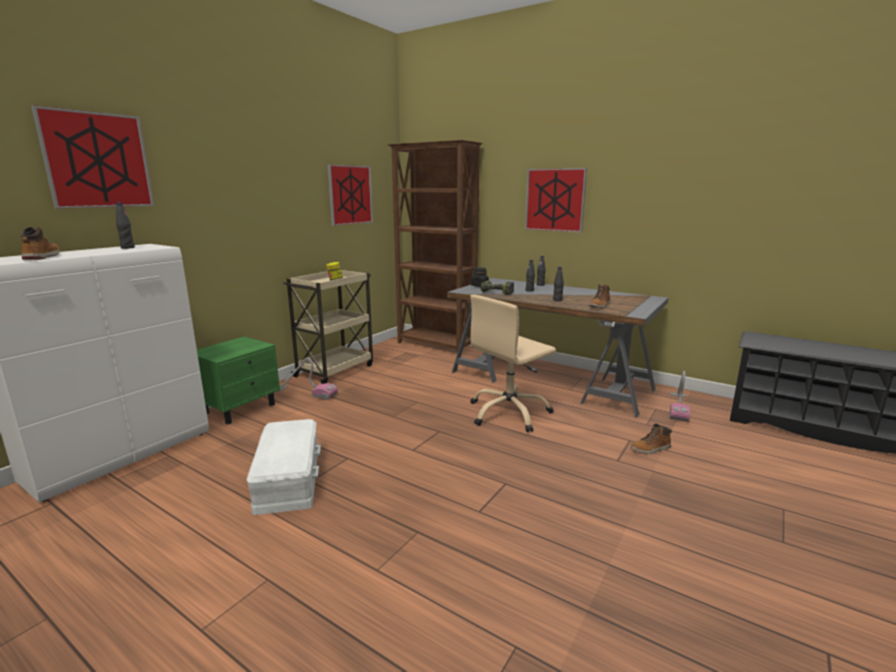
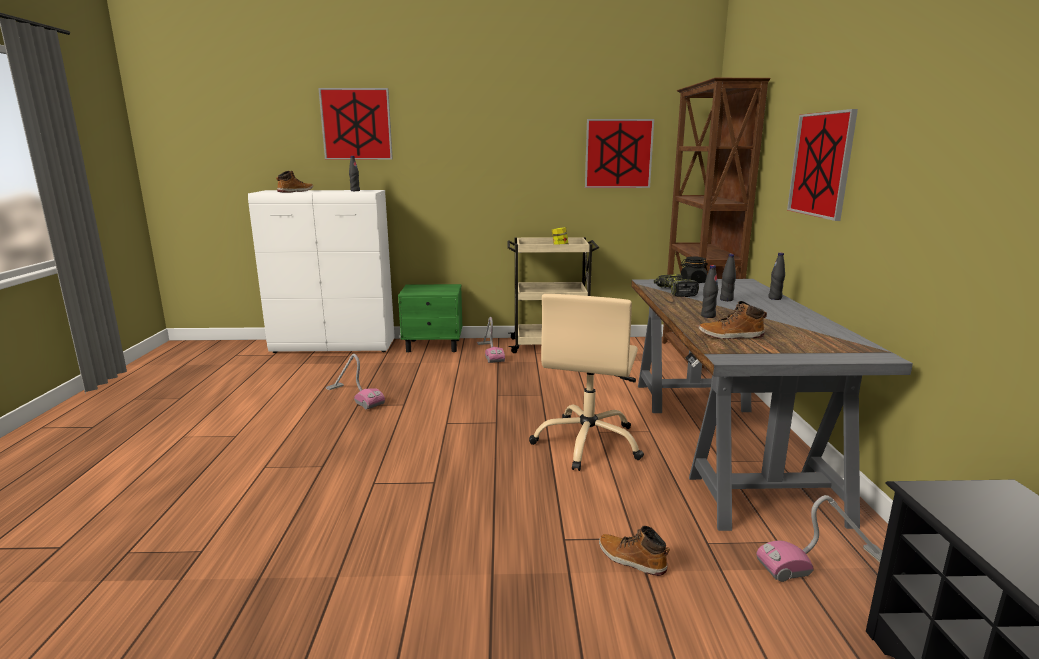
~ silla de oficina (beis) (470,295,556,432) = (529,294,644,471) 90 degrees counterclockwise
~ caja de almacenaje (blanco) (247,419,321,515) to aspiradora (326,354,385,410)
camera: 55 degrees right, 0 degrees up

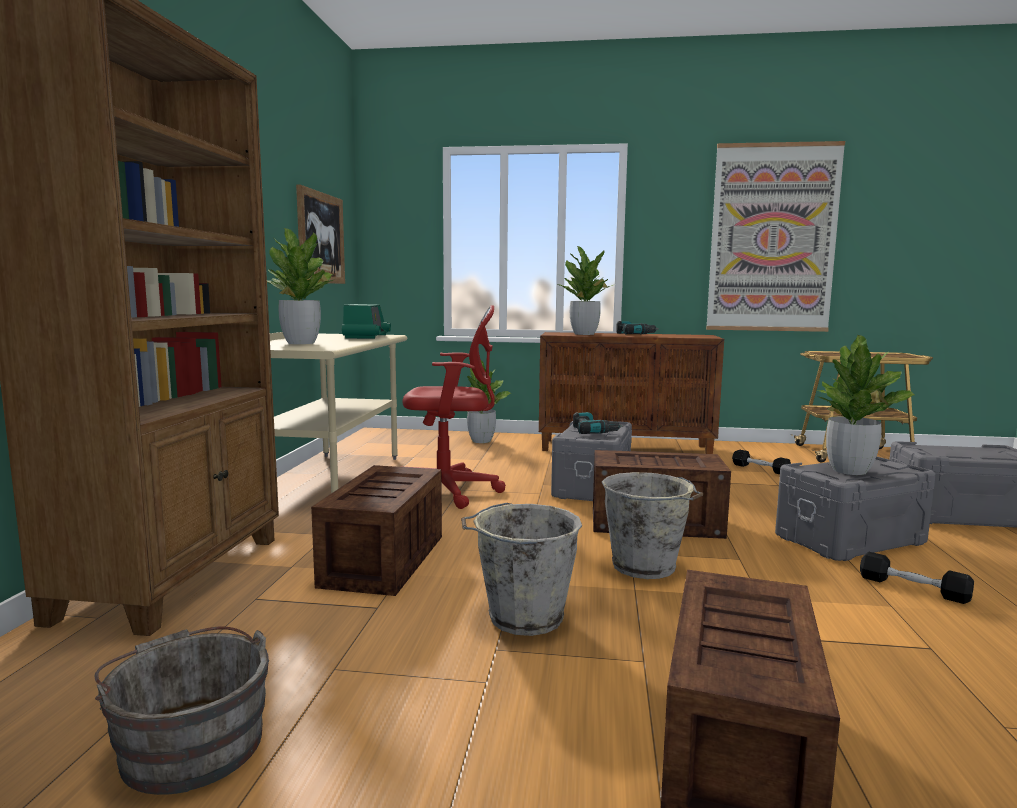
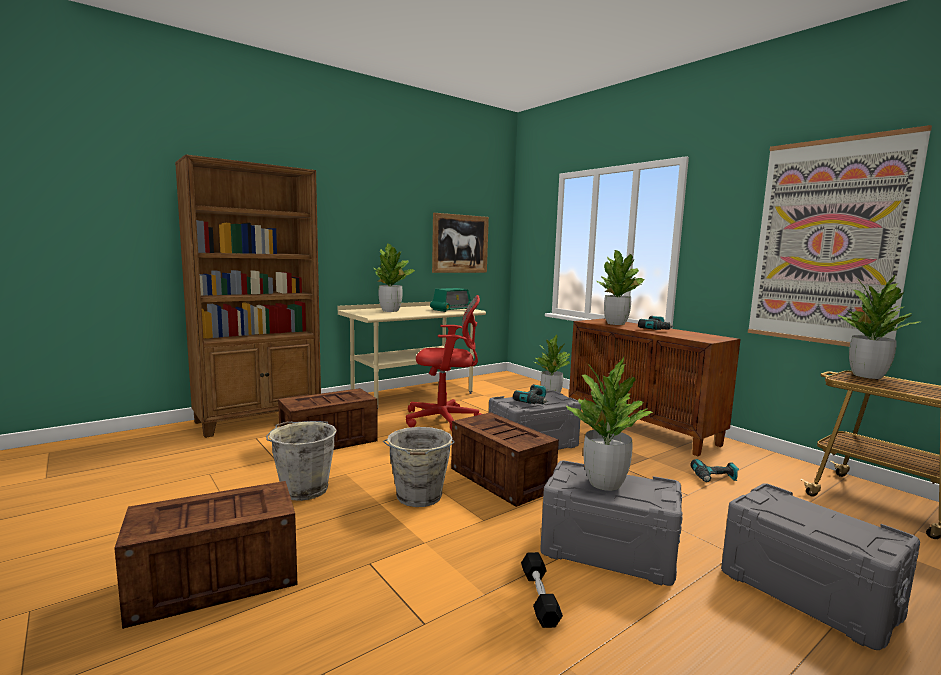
~ silla de oficina (rojo) (402,305,506,509) = (406,295,482,431) 45 degrees counterclockwise
~ mancuerna (negro) (732,450,791,474) to taladro (691,459,739,482)
- cubo (gris) (95,626,269,795)
+ planta en maceta (838,275,920,379)
camera: 45 degrees right, 0 degrees up

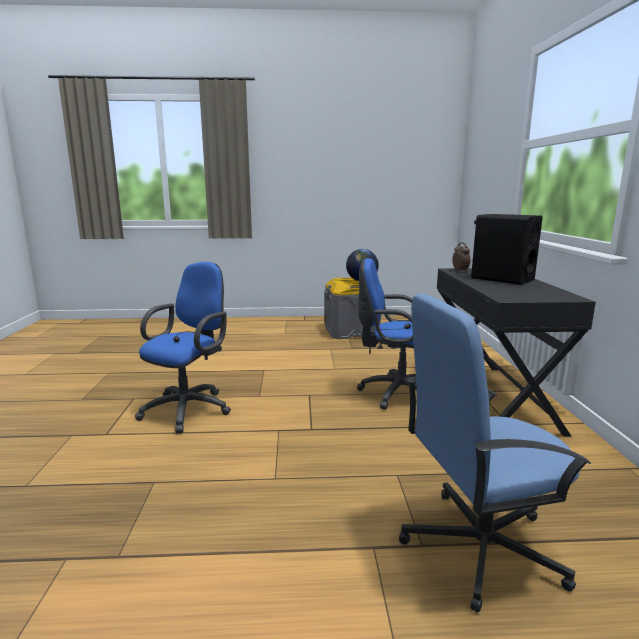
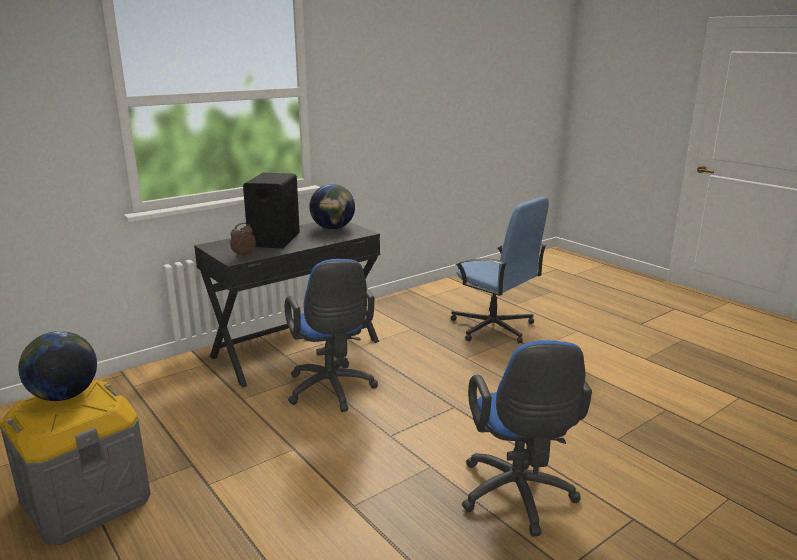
~ silla de oficina (azul) (135,262,231,434) = (462,340,592,537) 90 degrees counterclockwise
+ globo terráqueo (309,184,355,229)
camera: 125 degrees left, 5 degrees up

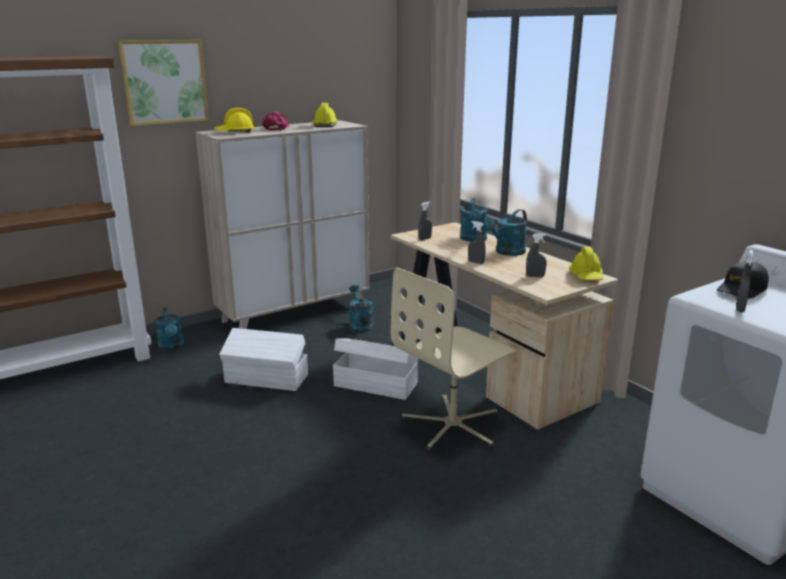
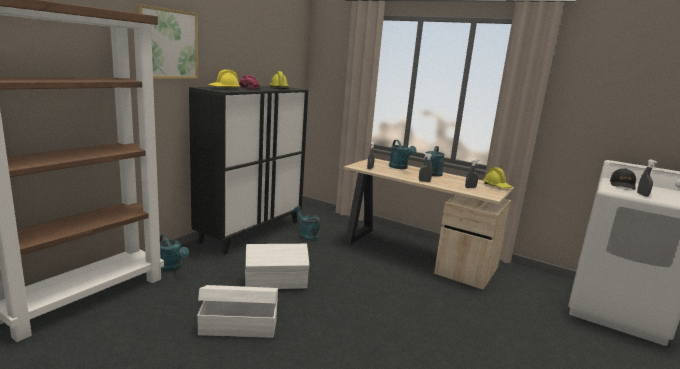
~ armario (beis) (195,120,370,329) to armario (negro) (189,86,308,254)
- silla de oficina (beis) (391,267,516,453)
~ caja de almacenaje (blanco) (333,338,418,400) to (197,285,278,338)
camera: 25 degrees left, 5 degrees down

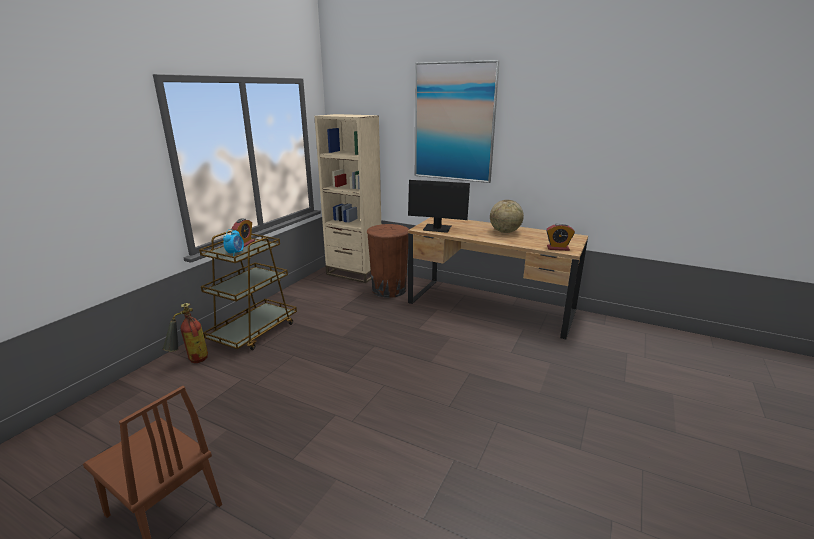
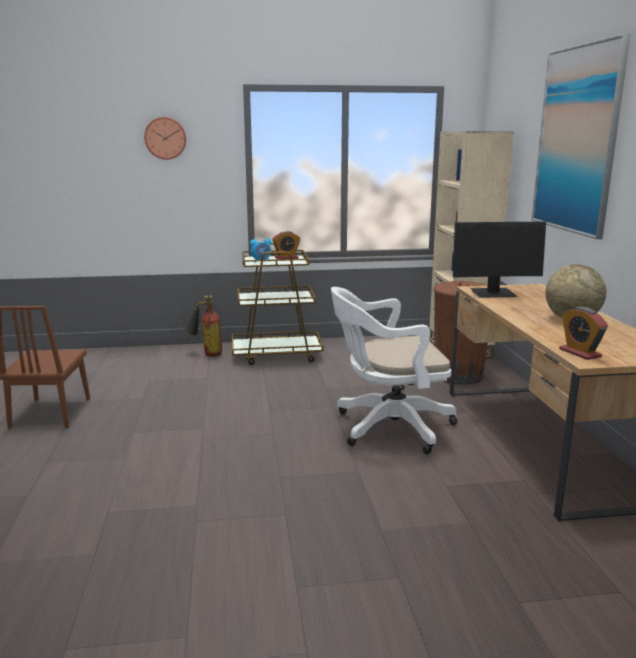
~ monitor (408,180,470,233) = (453,222,546,298) 75 degrees counterclockwise
+ reloj de pared (144,117,186,160)
+ silla de oficina (blanco) (331,287,457,454)
camera: 55 degrees right, 5 degrees down

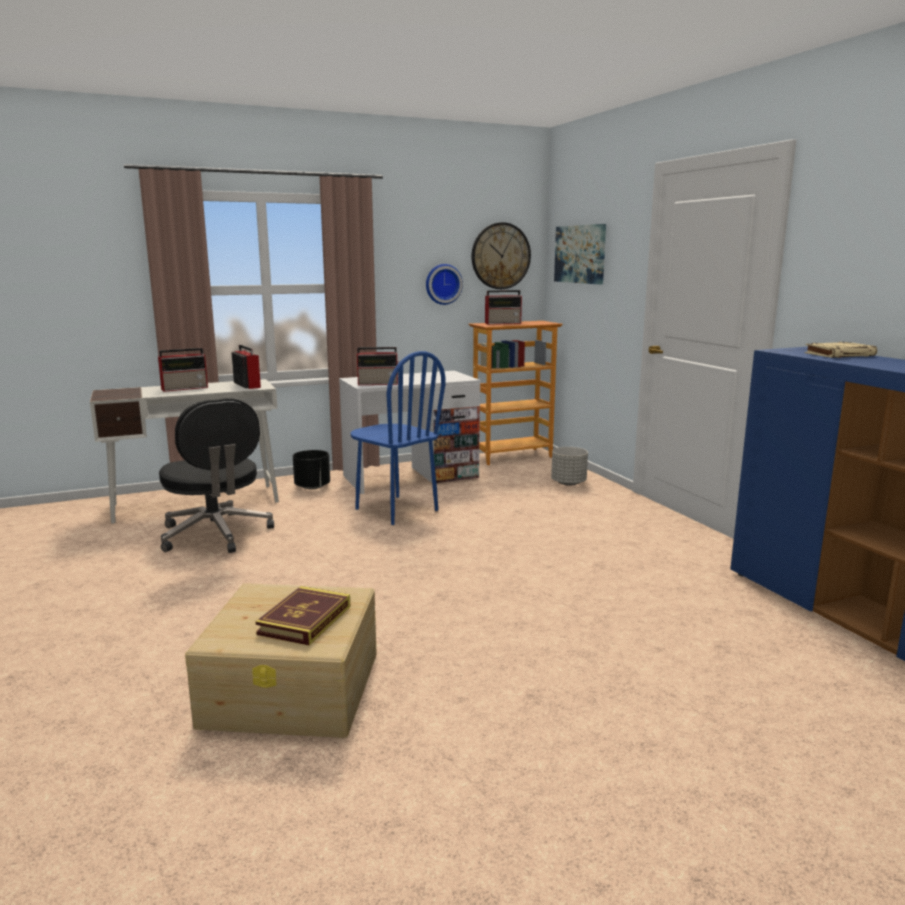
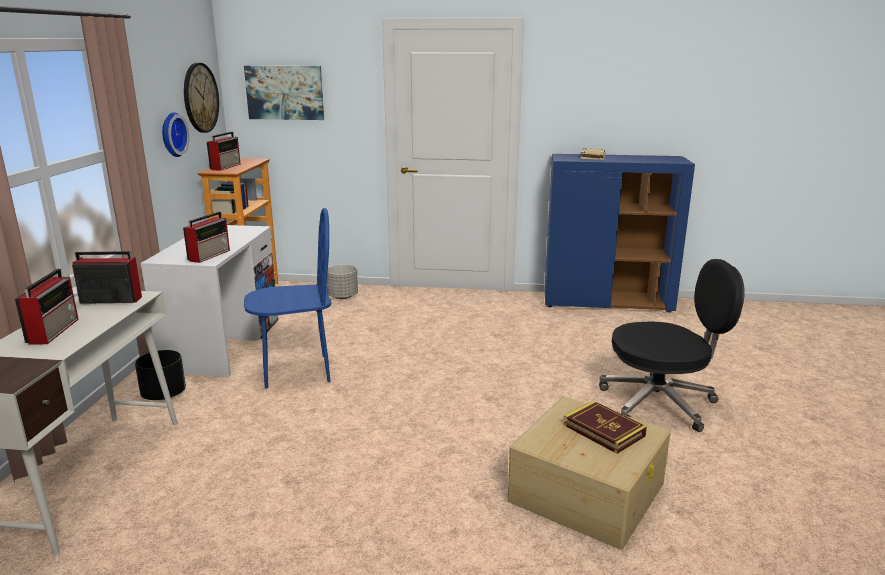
~ silla de oficina (negro) (159,398,274,553) to (599,259,745,432)
camera: 60 degrees left, 5 degrees up

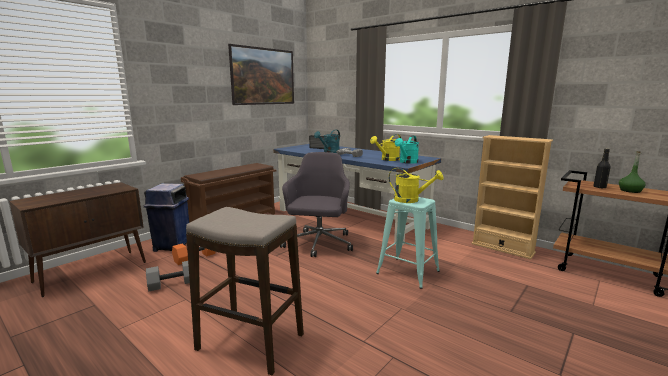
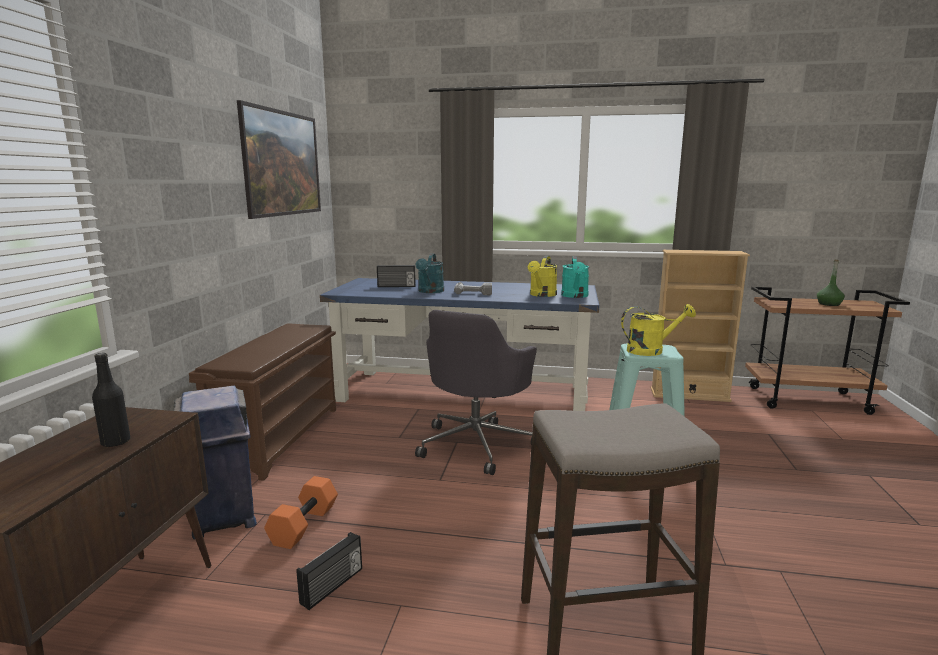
~ botella (negro) (593,148,611,188) to (92,353,131,447)
~ silla de oficina (gris) (280,152,353,257) = (415,310,537,475) 135 degrees counterclockwise
~ mancuerna (gris) (146,261,190,291) to radio (296,532,362,610)
camera: 30 degrees left, 0 degrees up

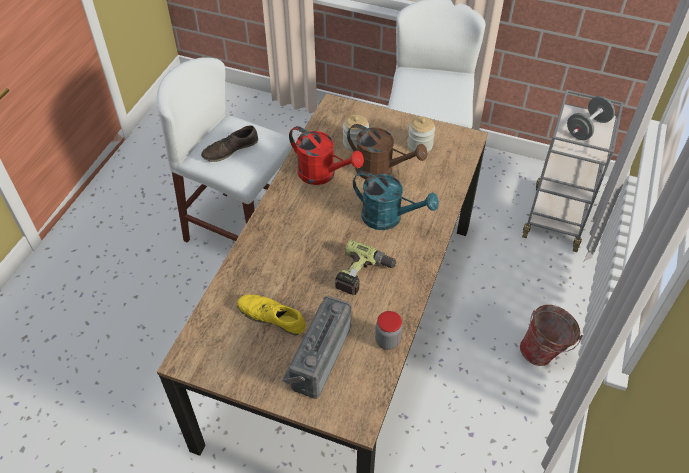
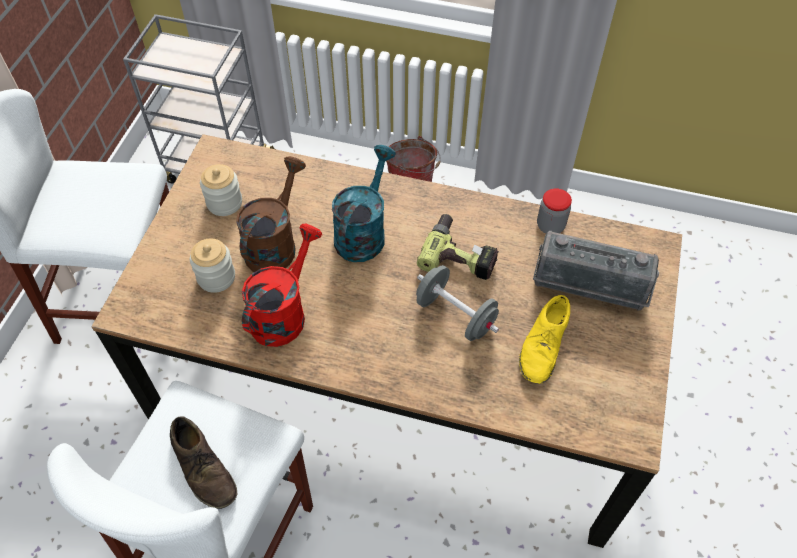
~ mancuerna (gris) (567,96,615,140) to (416,265,499,341)
camera: 95 degrees left, 5 degrees up

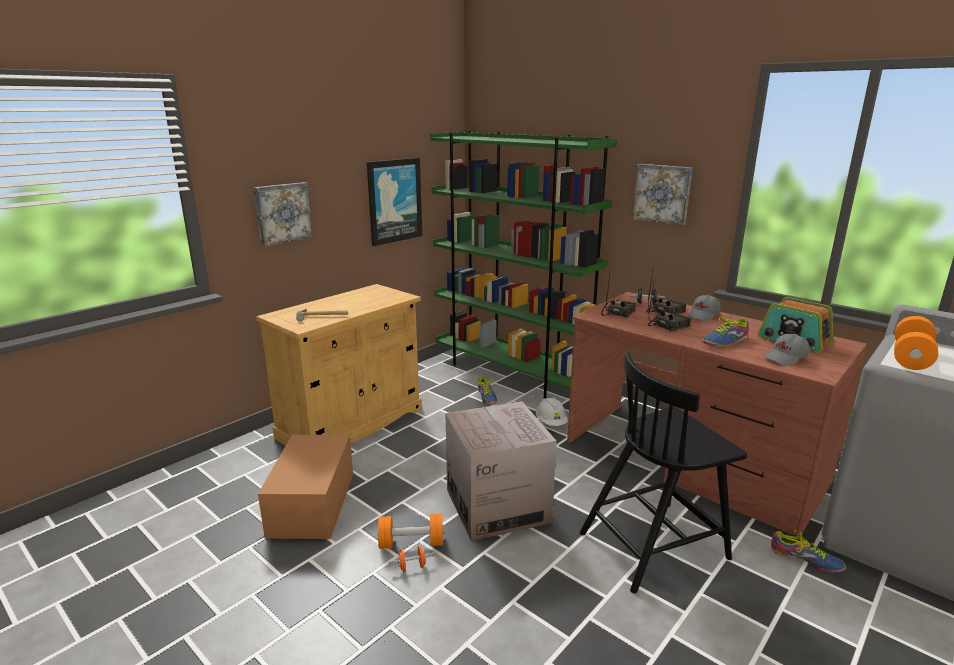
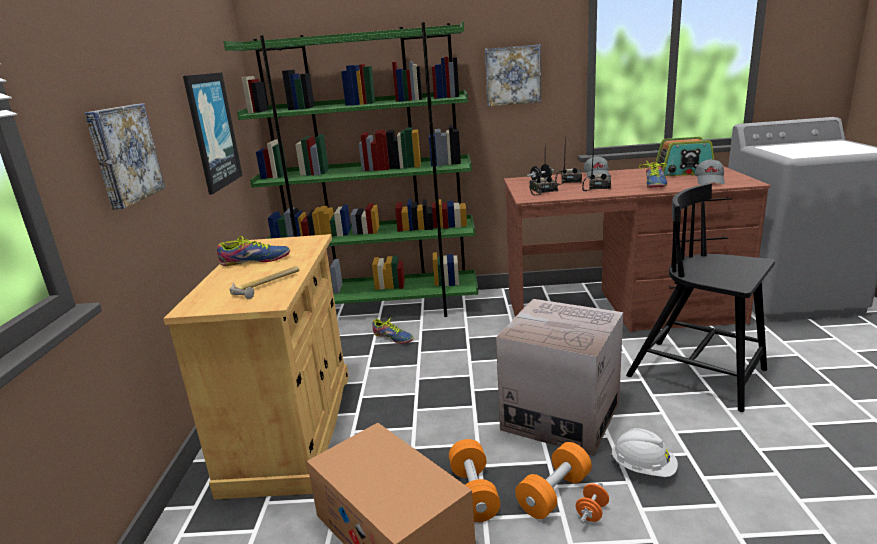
~ mancuerna (naranja) (894,316,938,370) to (449,439,500,522)
~ silla (negro) (580,352,747,594) = (626,183,775,412) 105 degrees clockwise
~ casco (blanco) (536,397,568,426) to (611,428,678,477)
~ zapato (771,530,846,573) to (217,236,290,266)
camera: 40 degrees left, 0 degrees up

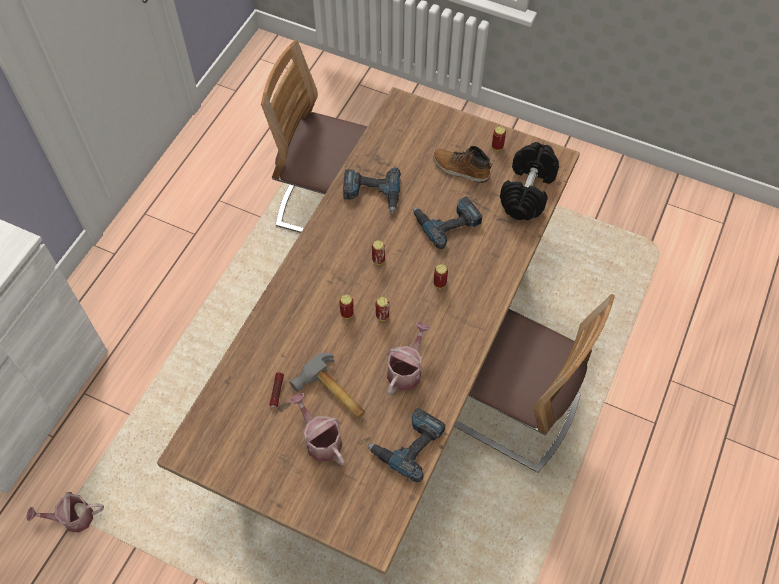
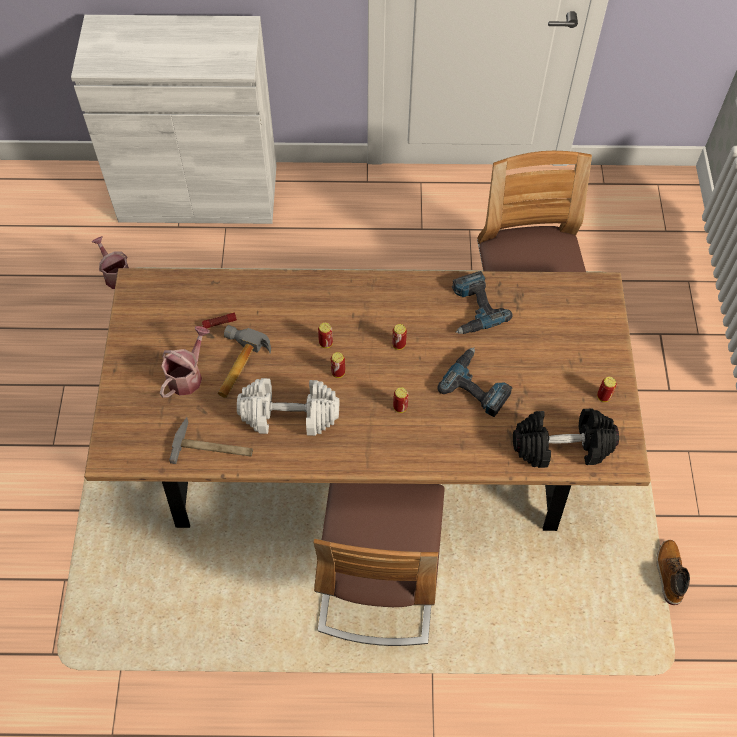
~ bota (433,146,493,183) to (656,540,690,605)
~ regadera (387,322,431,395) to mancuerna (blanco) (237,378,339,436)
~ taladro (367,408,445,482) to martillo (169,417,253,464)
camera: 65 degrees right, 0 degrees up

